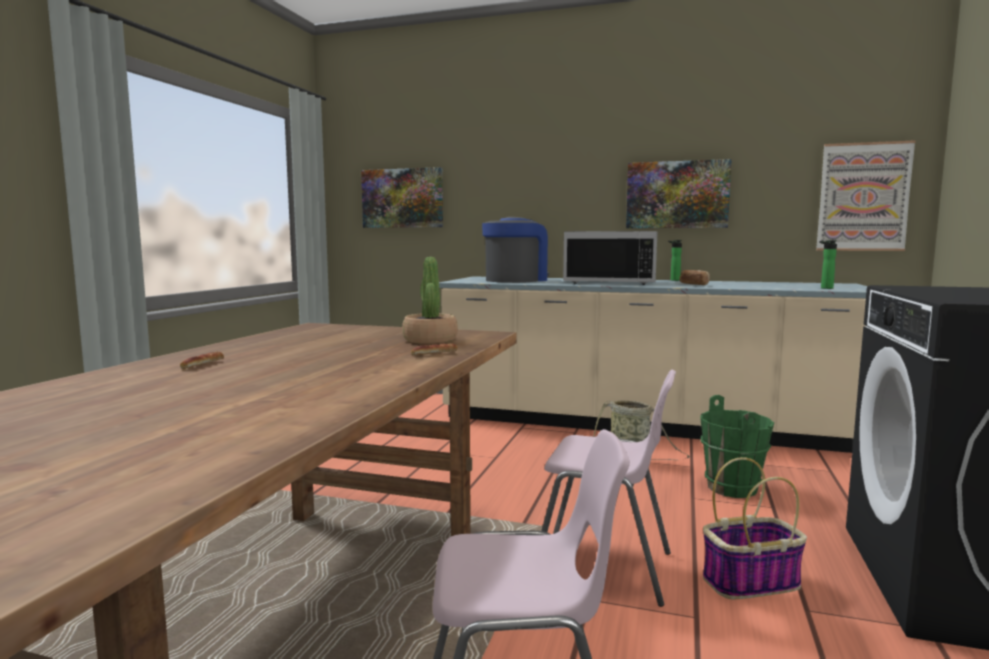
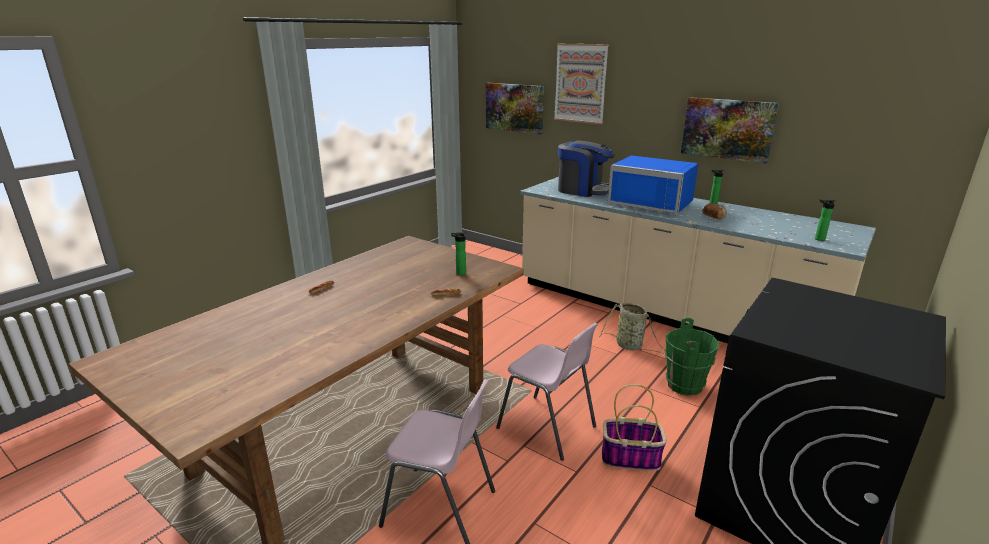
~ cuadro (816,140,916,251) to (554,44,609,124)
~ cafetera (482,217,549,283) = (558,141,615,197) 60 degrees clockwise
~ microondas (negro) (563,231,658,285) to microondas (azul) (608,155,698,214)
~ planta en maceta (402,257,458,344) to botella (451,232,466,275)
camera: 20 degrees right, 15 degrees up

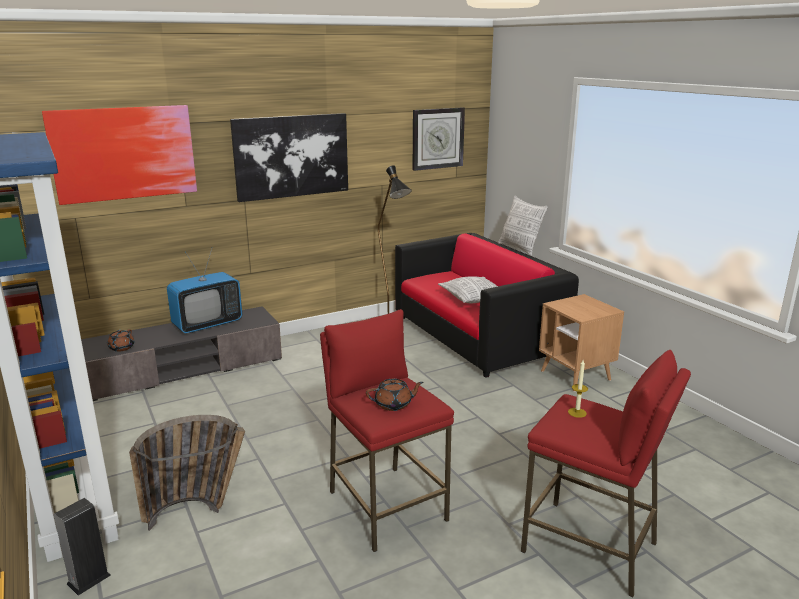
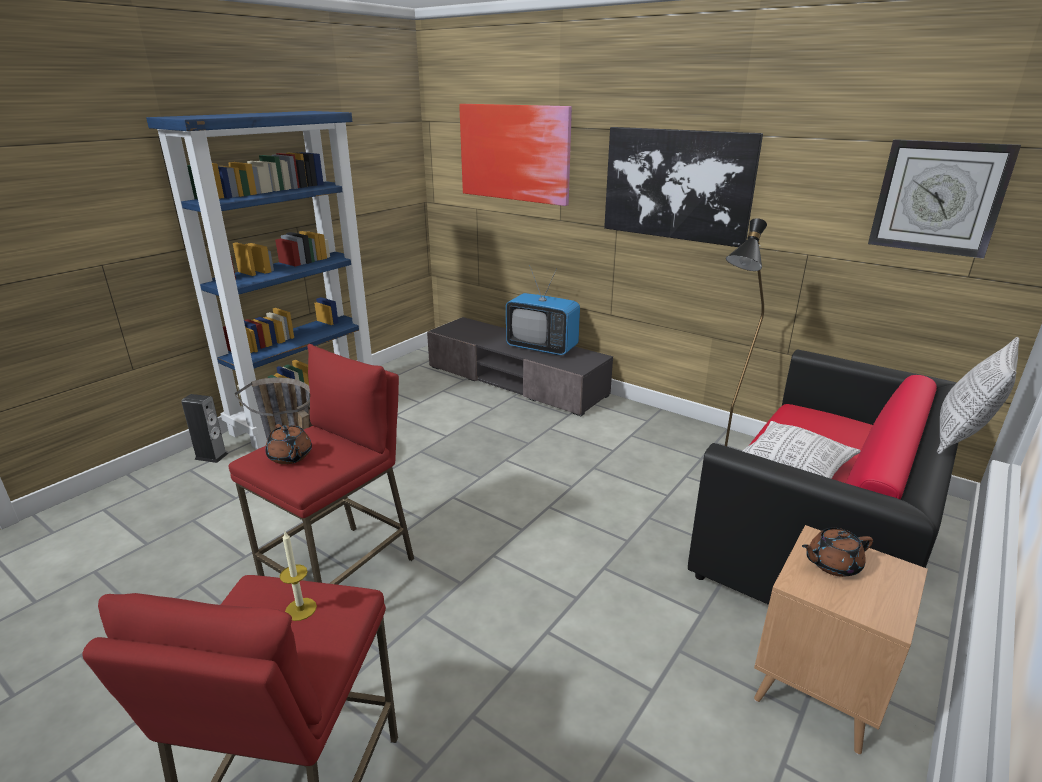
~ tetera (marrón) (107,329,134,352) to (802,528,873,577)
camera: 65 degrees right, 5 degrees up

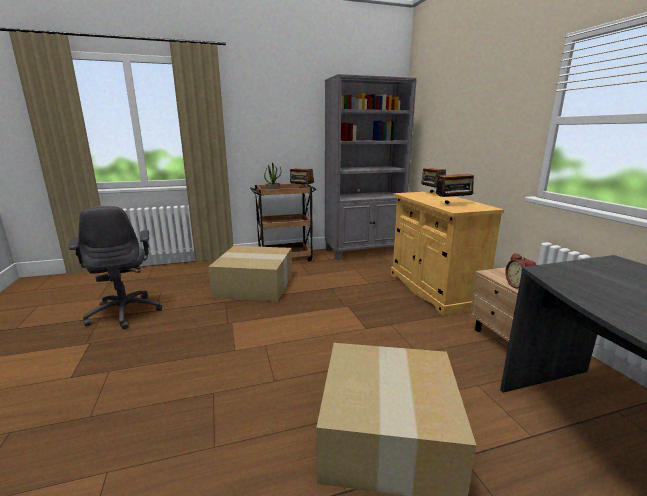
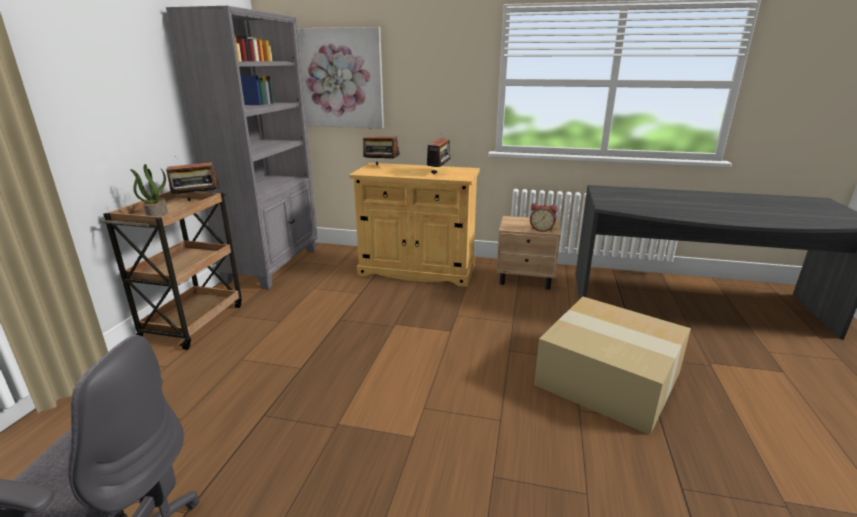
- caja de cartón (209,246,292,301)
+ cuadro (297,27,384,129)
camera: 60 degrees left, 5 degrees up

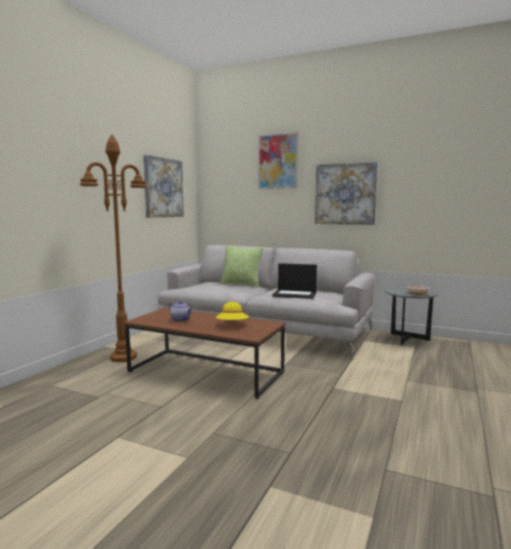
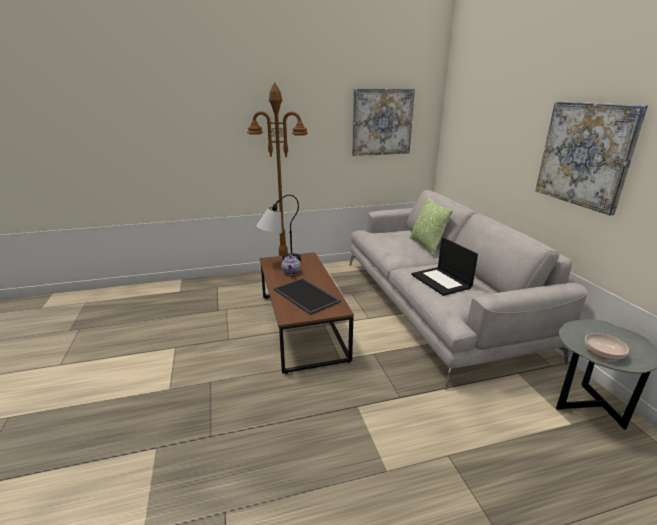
- cuadro (258,132,298,189)
~ sombrero (amarillo) (216,302,249,321) to bandeja (274,278,341,315)
+ lámpara de mesa (256,195,301,261)
camera: 50 degrees right, 15 degrees up

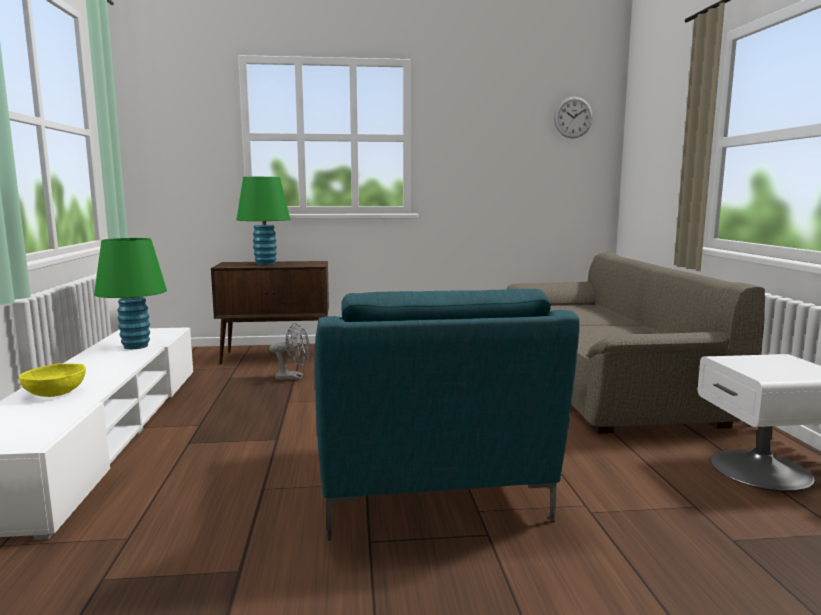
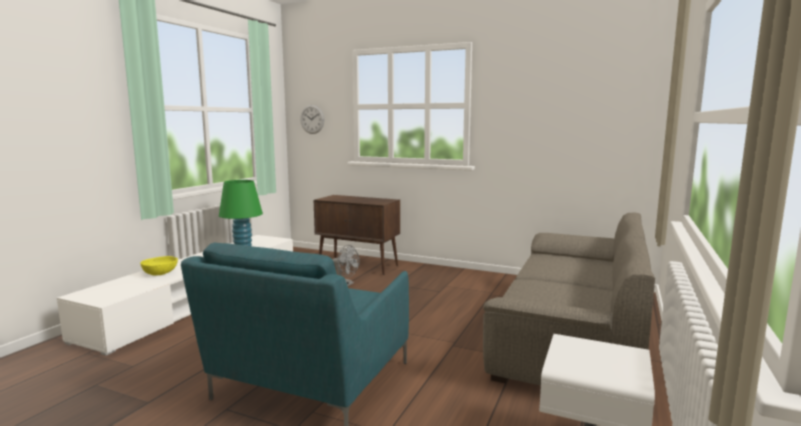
~ reloj de pared (554,96,593,138) to (300,105,325,134)
- lámpara de mesa (verde) (236,177,290,265)
camera: 30 degrees right, 0 degrees up

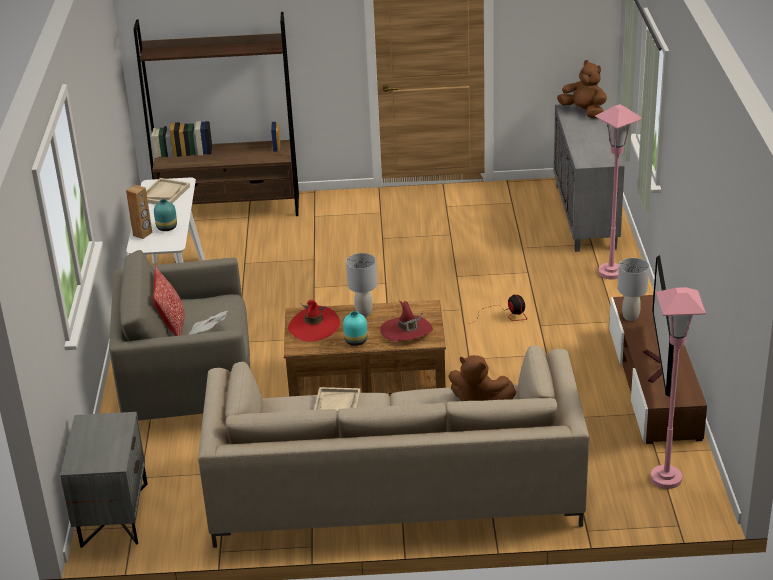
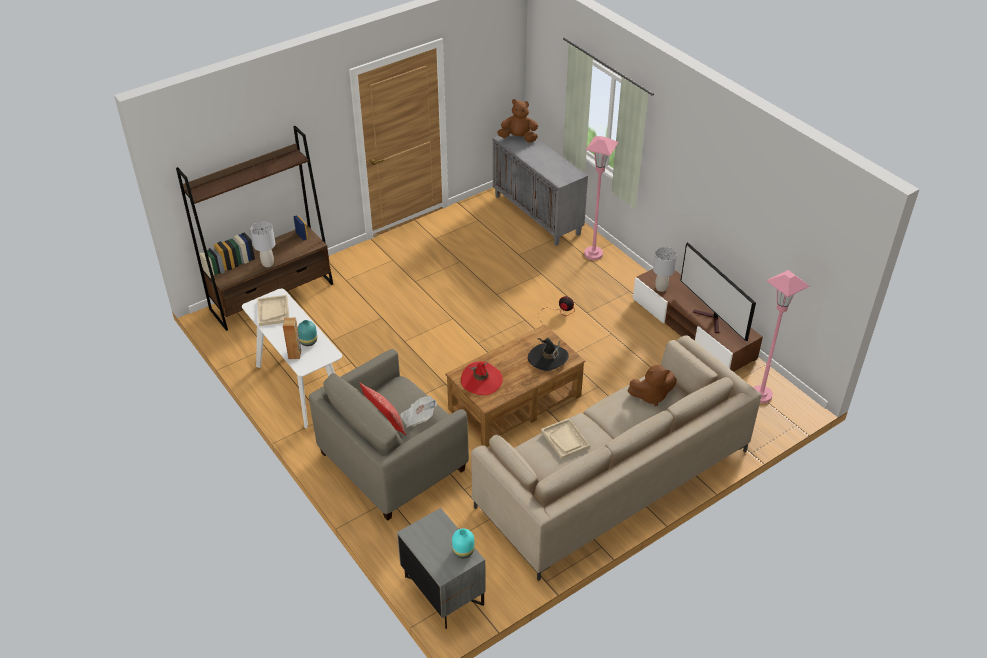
~ lámpara de mesa (gris) (346,253,377,317) to (250,222,275,267)
~ sombrero (rojo) (380,301,433,341) to sombrero (negro) (528,338,569,371)
~ florero (turquesa) (343,311,367,346) to (452,528,474,558)
camera: 35 degrees left, 10 degrees up

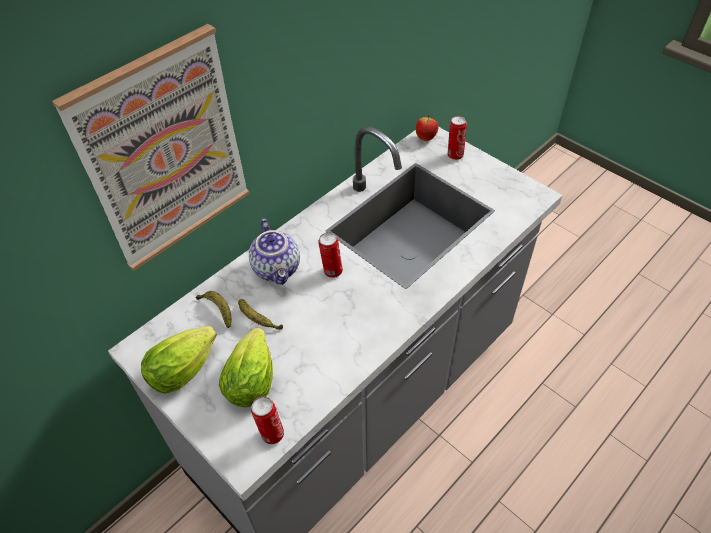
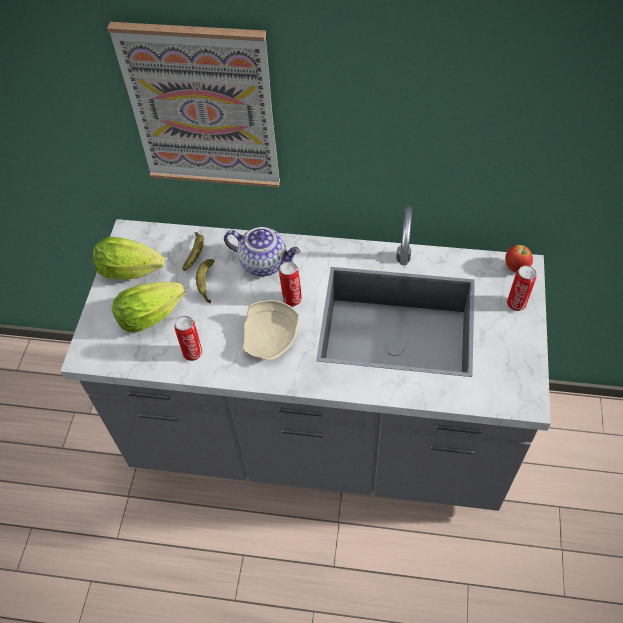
~ tetera (249,219,300,285) = (224,227,300,277) 105 degrees counterclockwise
~ lata (251,397,284,444) to (174,316,202,361)
+ plato (beis) (242,300,299,360)
camera: 55 degrees right, 5 degrees up

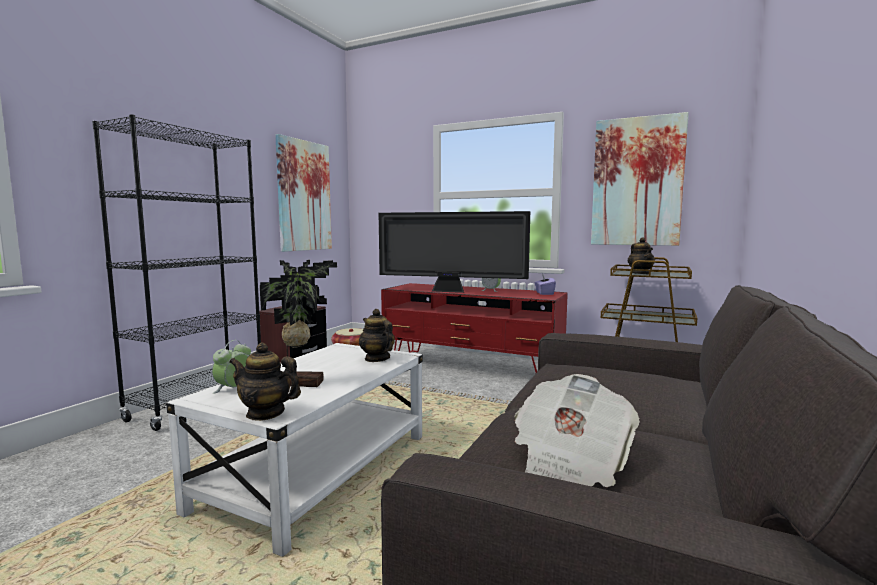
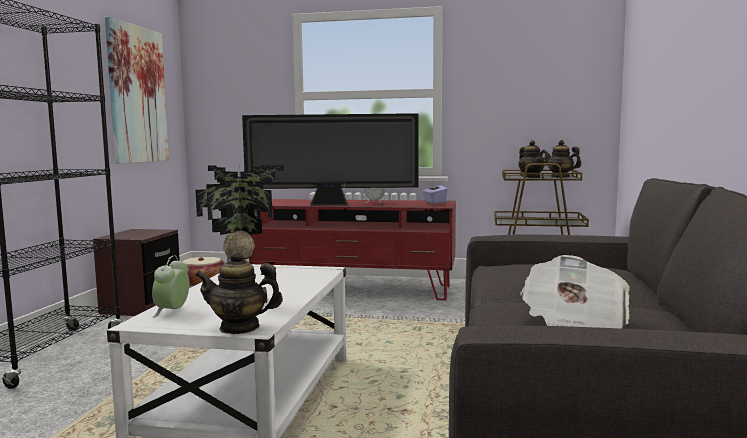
- cuadro (591,112,689,246)
~ tetera (359,309,395,362) to (544,140,582,178)
camera: 15 degrees left, 0 degrees up

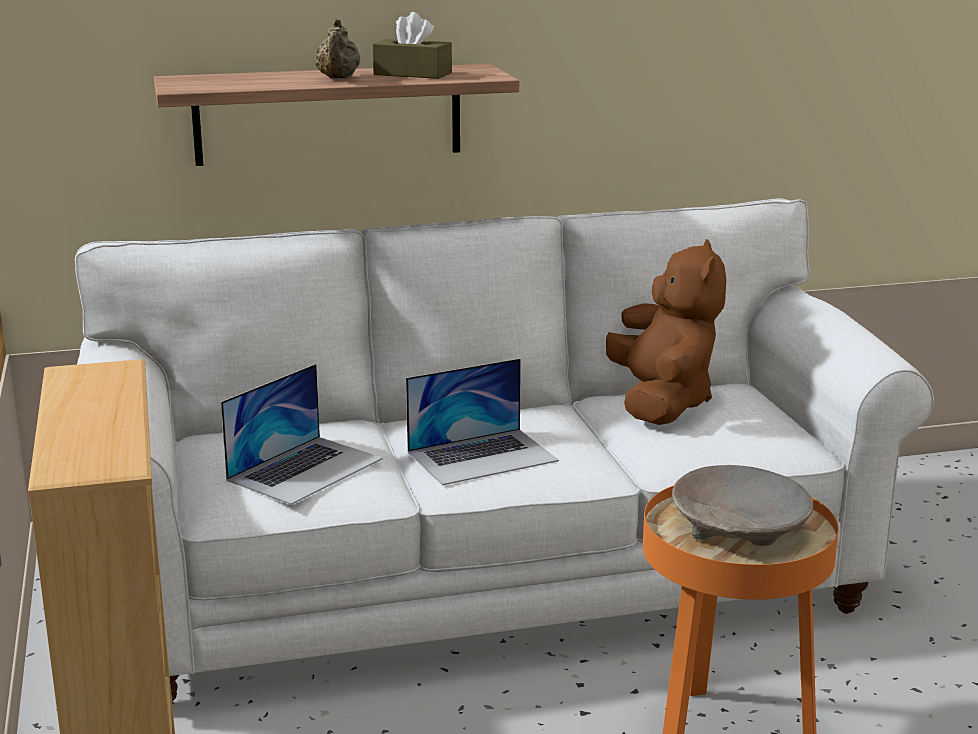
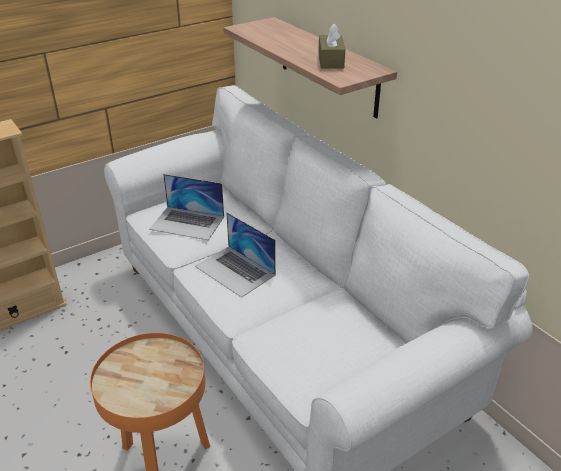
- tetera (beis) (315,19,360,78)
- peluche (marrón) (606,239,726,425)
- cuenco (beis) (672,465,813,546)
camera: 70 degrees right, 15 degrees up

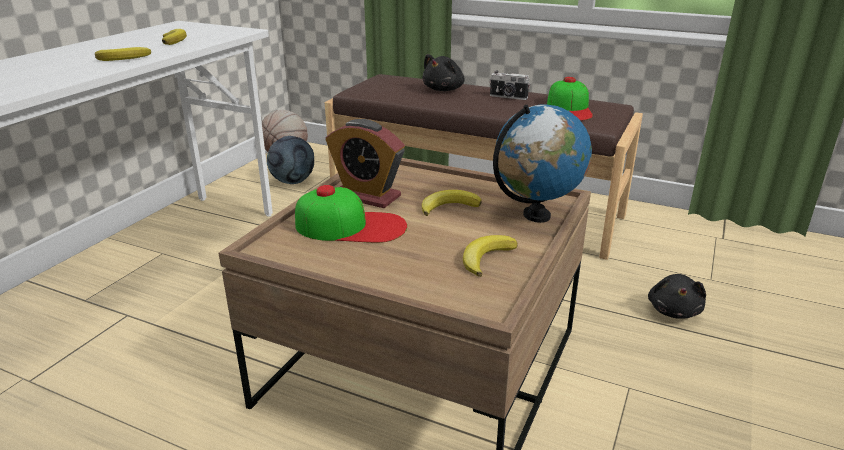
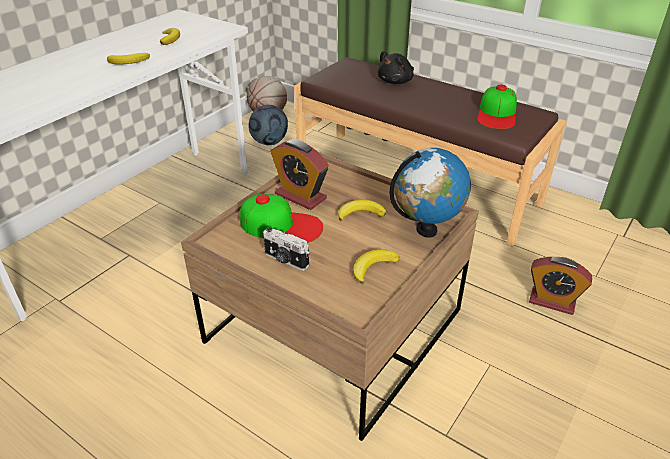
~ cámara (490,71,530,100) to (263,227,309,271)
~ peluche (negro) (648,274,706,319) to despertador (529,257,592,315)
camera: 10 degrees right, 10 degrees up

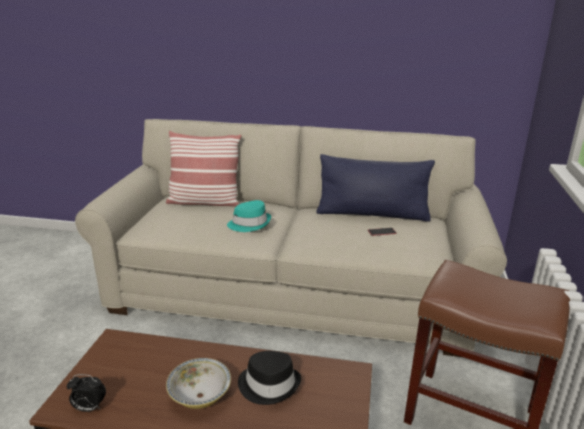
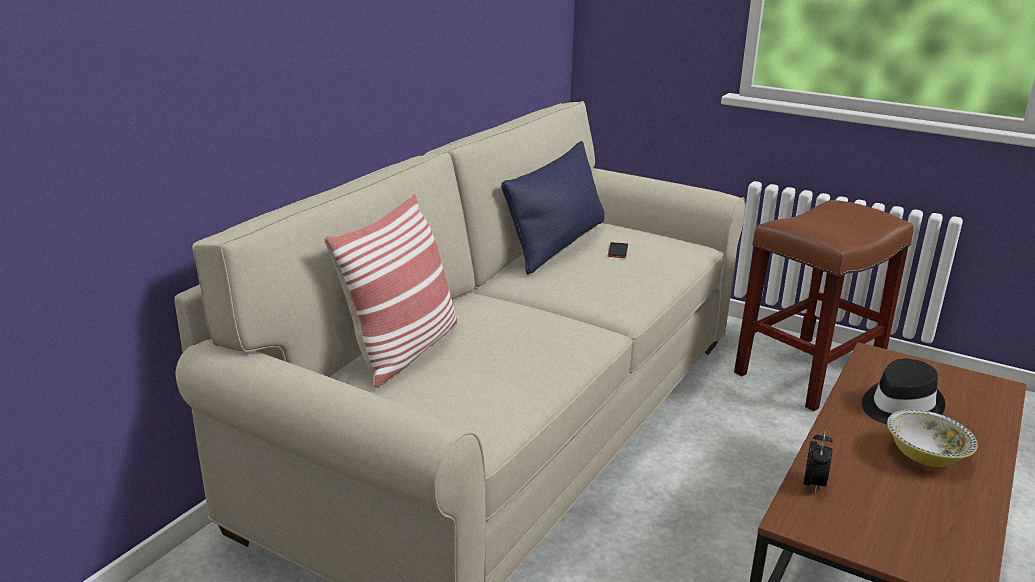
- sombrero (turquesa) (227,200,271,232)
~ despertador (67,374,106,412) to (803,431,833,494)
camera: 70 degrees left, 0 degrees up

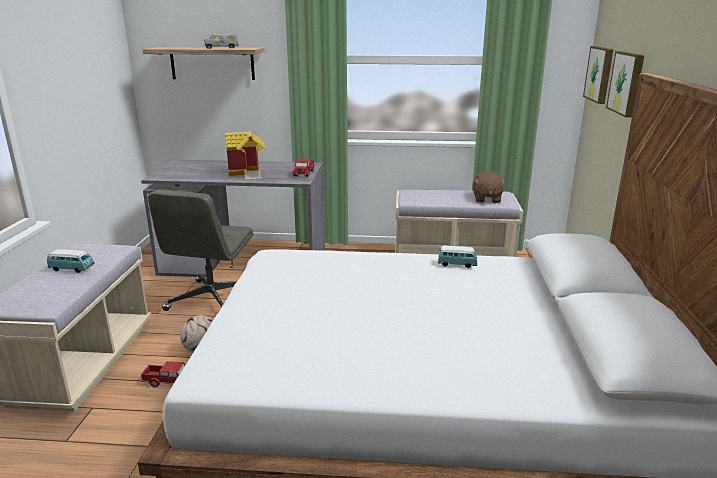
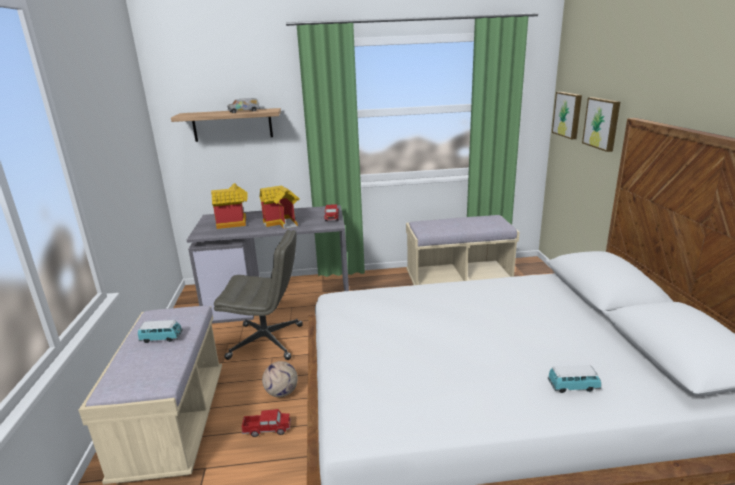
- peluche (marrón) (473,171,507,203)
~ silla de oficina (gris) (148,190,253,311) = (214,230,303,360) 90 degrees counterclockwise
~ coche de juguete (438,246,477,268) to (548,365,602,393)
+ casita (211,183,248,229)
camera: 10 degrees left, 0 degrees up

